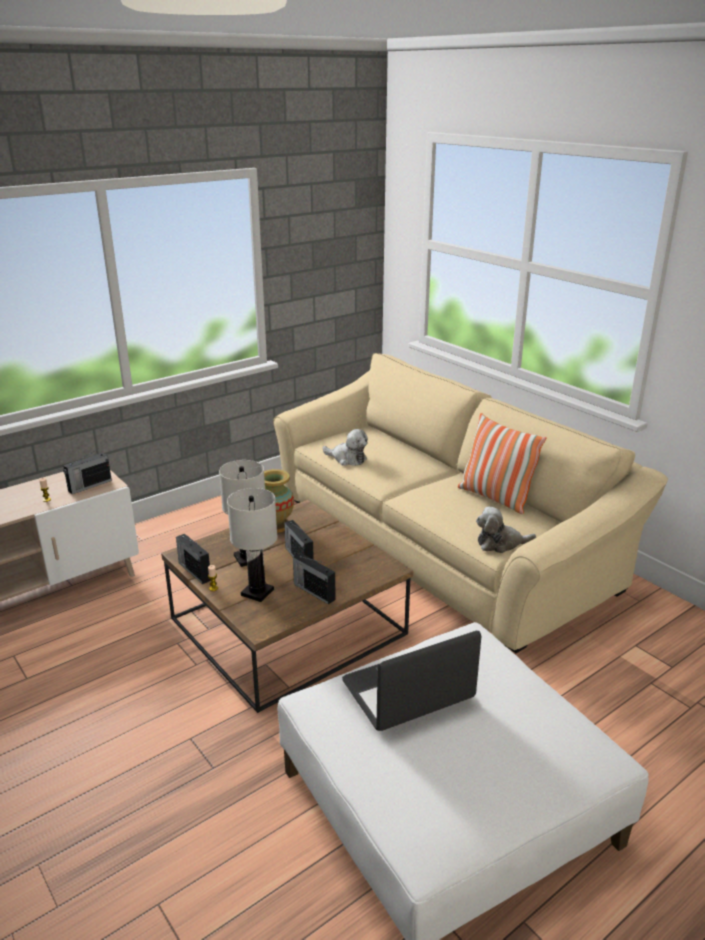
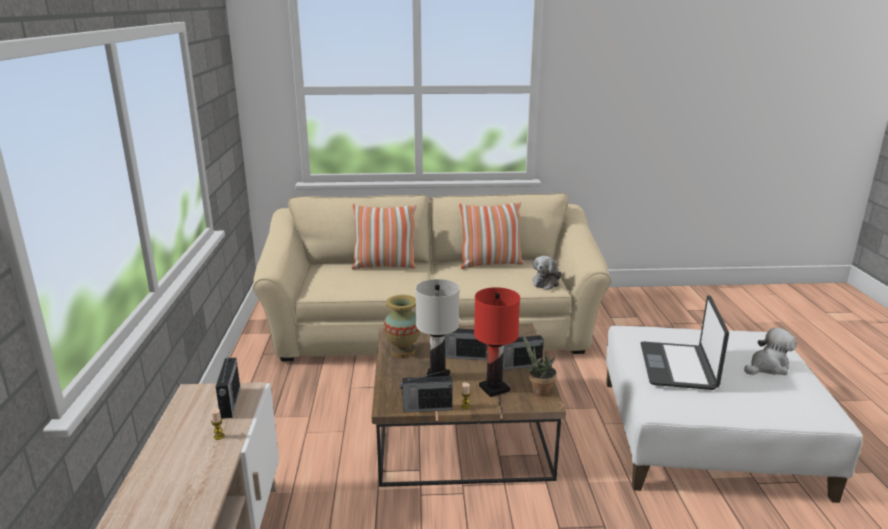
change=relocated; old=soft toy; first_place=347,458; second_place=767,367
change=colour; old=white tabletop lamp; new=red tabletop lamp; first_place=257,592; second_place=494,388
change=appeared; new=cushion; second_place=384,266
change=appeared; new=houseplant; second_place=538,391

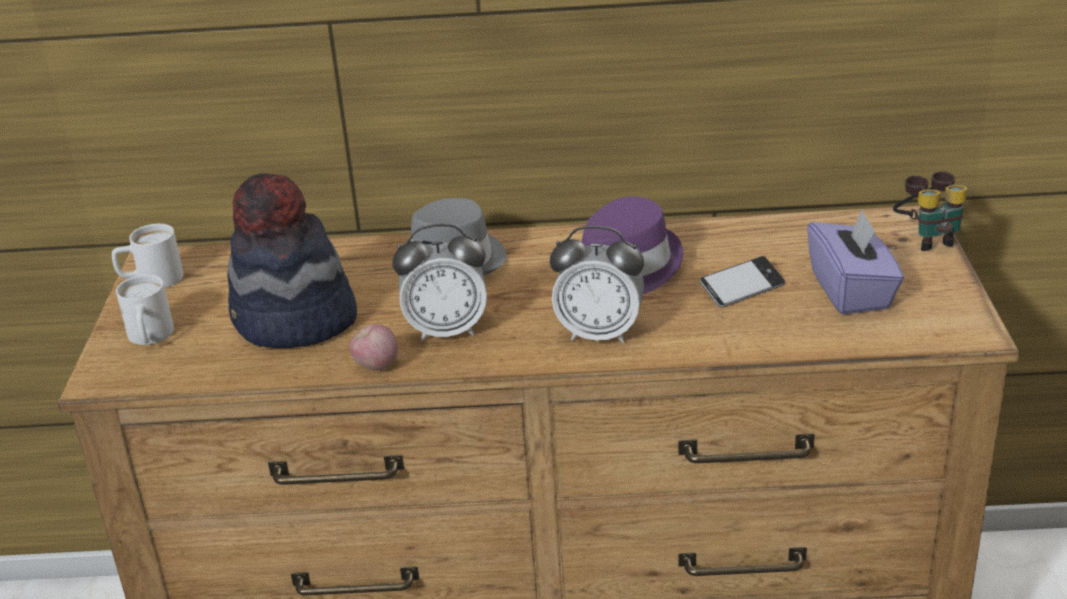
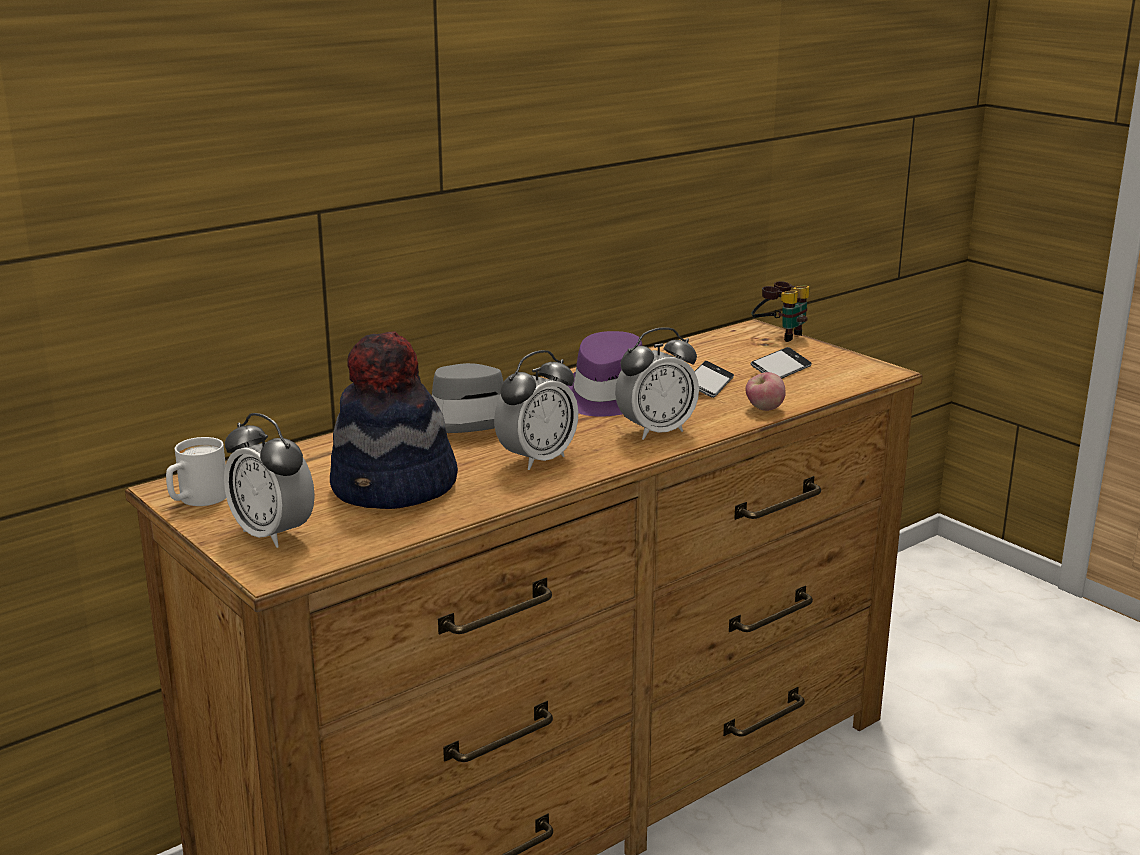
change=exchanged; old=purple tissue holder; new=handset; first_place=851,291; second_place=780,370
change=exchanged; old=white mug; new=bedside clock; first_place=150,338; second_place=273,534
change=relocated; old=apple fruit; first_place=376,366; second_place=764,409

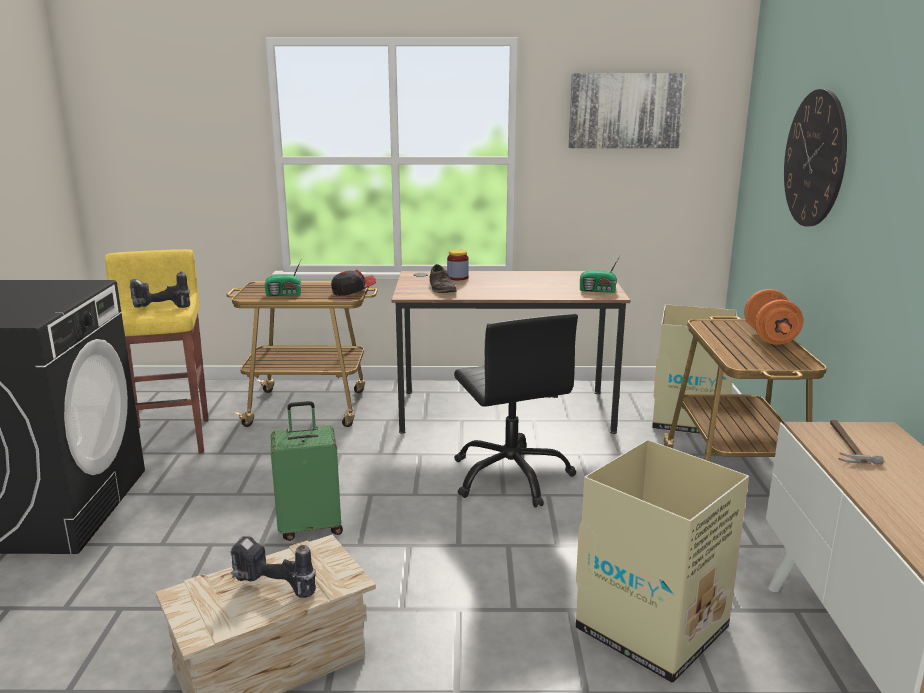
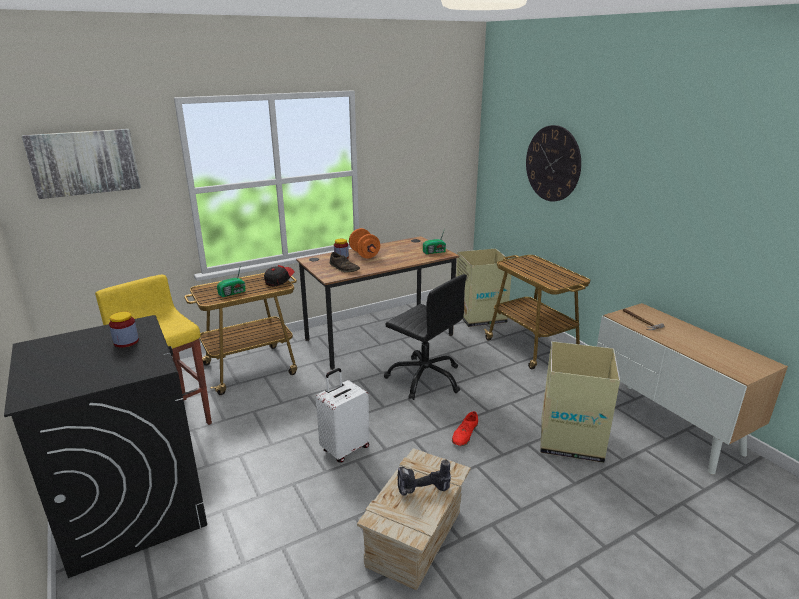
change=relocated; old=wall picture; first_place=625,110; second_place=84,162
change=missing; old=drill; first_place=160,309
change=relocated; old=orangey free weight; first_place=770,337; second_place=364,254
change=colour; old=greenish travel case; new=white travel case; first_place=310,526; second_place=344,448
change=appeared; new=jar; second_place=126,342
change=appeared; new=red low shoe; second_place=465,434

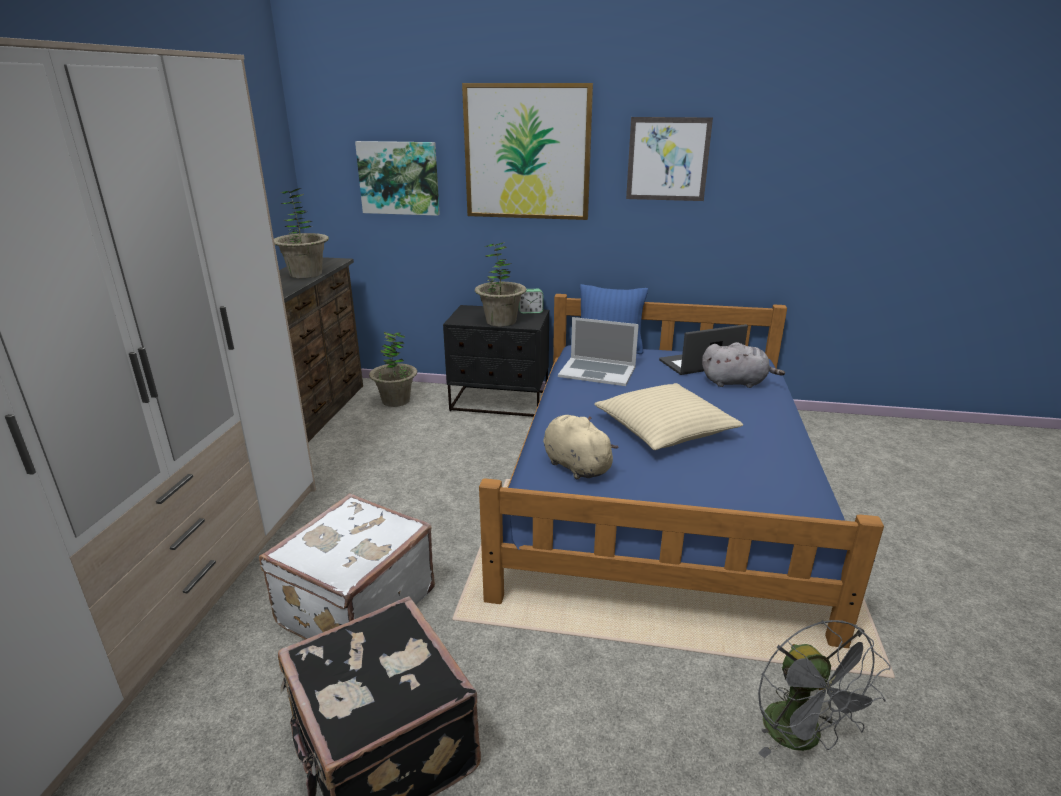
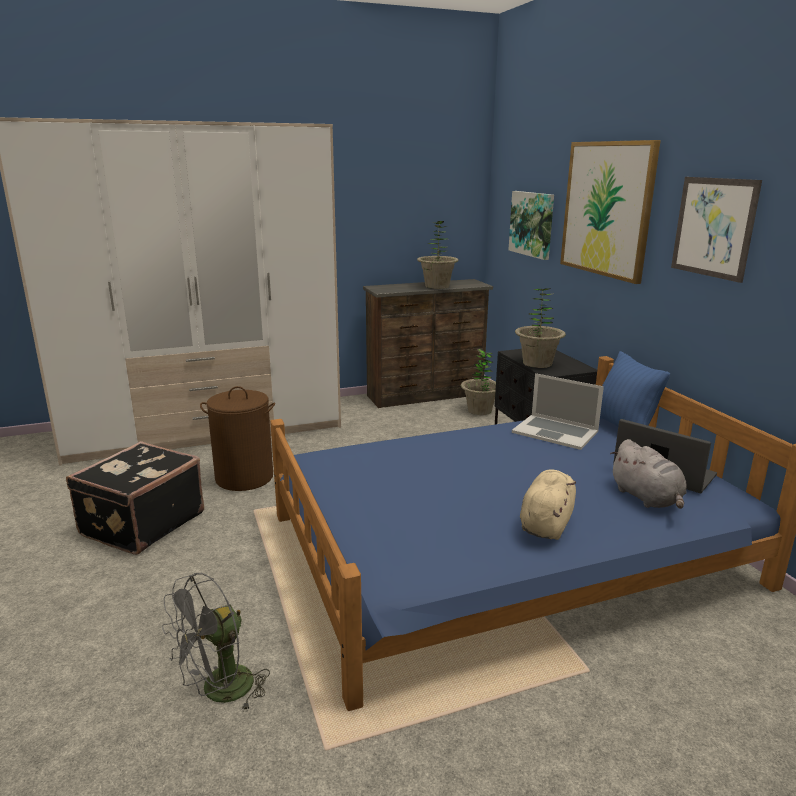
change=missing; old=bedside clock; first_place=530,311
change=spun; old=notebook computer; first_place=597,371; second_place=555,432; degrees=-45
change=missing; old=beige cushion; first_place=665,428
change=relocated; old=beige soft toy; first_place=574,465; second_place=546,523
change=exchanged; old=white travel case; new=brown laundry basket; first_place=354,606; second_place=244,477

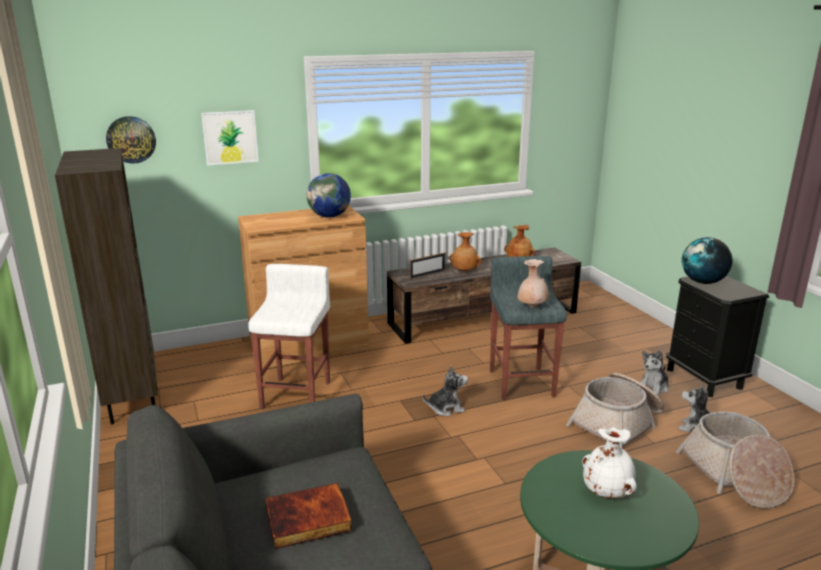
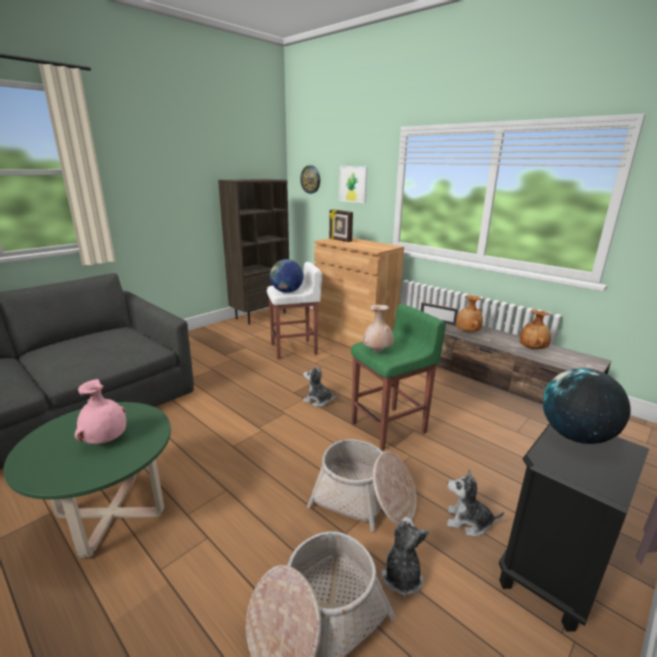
change=relocated; old=world globe; first_place=329,216; second_place=287,292
change=colour; old=gray sitting stool; new=greenish sitting stool; first_place=521,382; second_place=389,427
change=spun; old=soft toy; first_place=446,408; second_place=318,401; degrees=150
change=colour; old=white decorative vase; new=pinkish decorative vase; first_place=607,491; second_place=106,439
change=missing; old=bound book; first_place=308,520
change=appeared; new=photo frame; second_place=340,240

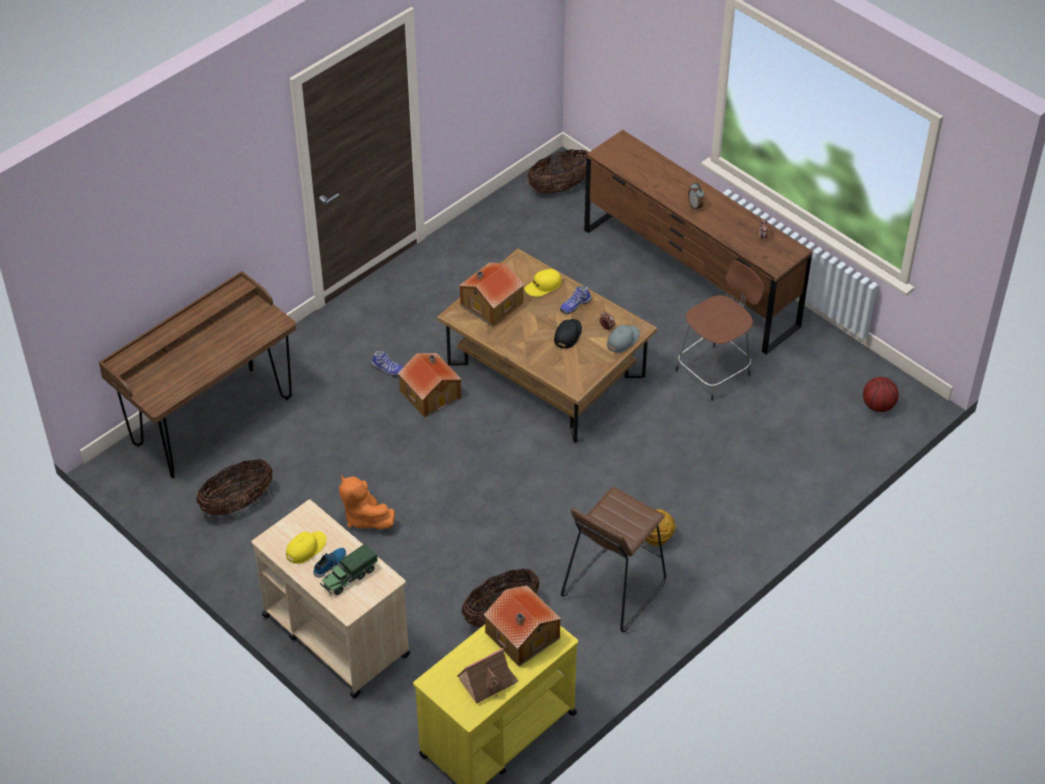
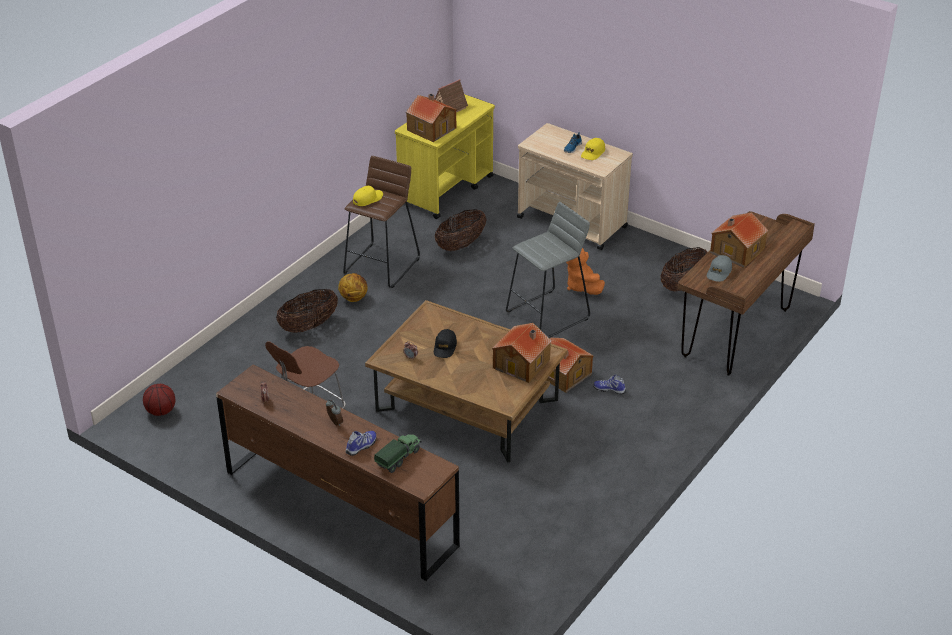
change=relocated; old=household basket; first_place=560,187; second_place=308,326
change=relocated; old=yellow cap; first_place=543,286; second_place=367,199
change=relocated; old=low shoe; first_place=575,305; second_place=362,446
change=relocated; old=gray cap; first_place=623,340; second_place=719,272
change=spun; old=orangey soft toy; first_place=364,517; second_place=582,286; degrees=-150
change=relocated; old=toy lorry; first_place=349,577; second_place=399,458
change=appeared; new=gray sitting stool; second_place=548,315
change=appeared; new=toy house; second_place=736,251

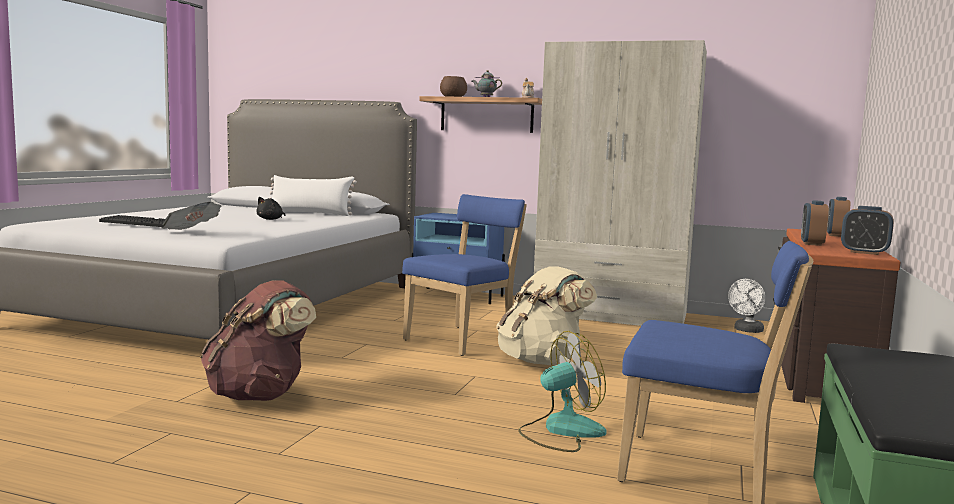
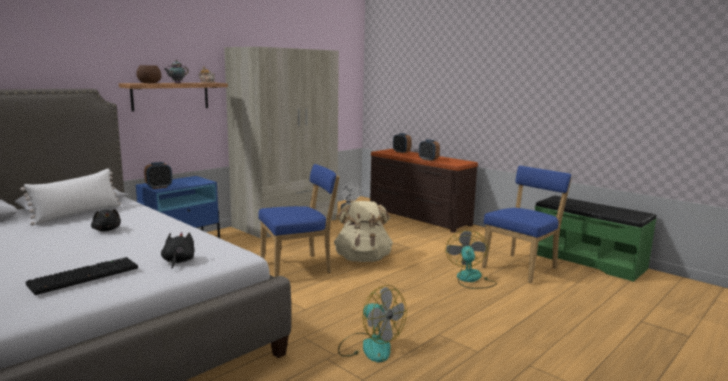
change=spun; old=blue upright chair; first_place=463,339; second_place=299,267; degrees=90
change=exchanged; old=newspaper; new=blackish soft toy; first_place=191,232; second_place=178,262
change=relocated; old=bedside clock; first_place=864,252; second_place=159,187
change=exchanged; old=brown backpack; new=cooling fan; first_place=260,395; second_place=369,346

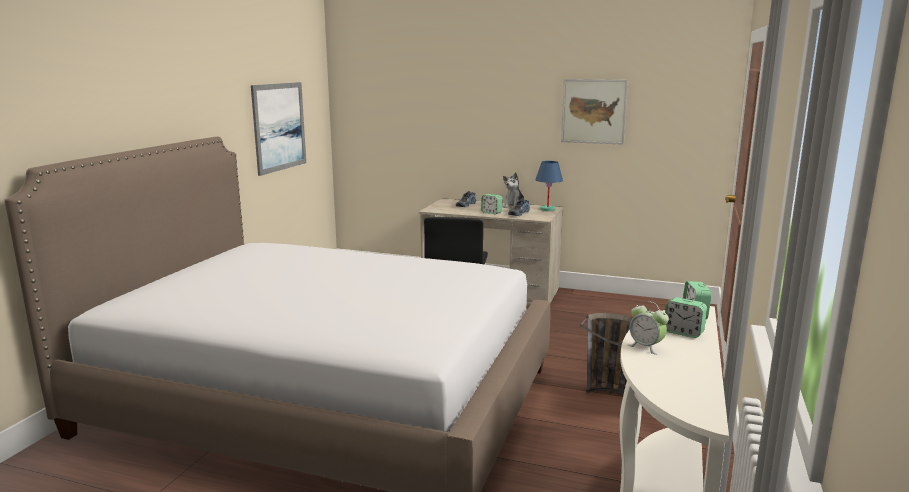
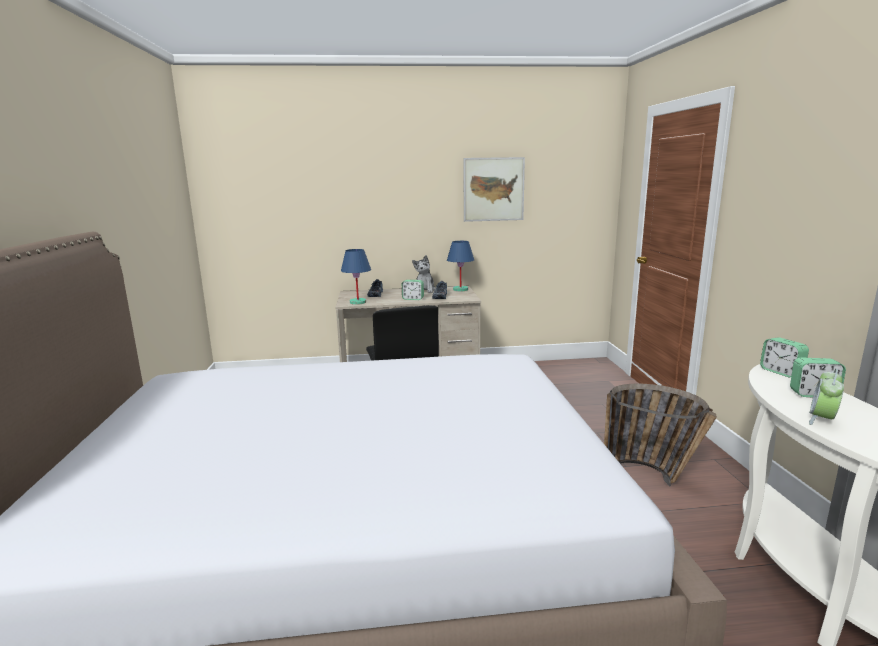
change=missing; old=wall picture; first_place=279,127
change=spun; old=bedside clock; first_place=646,347; second_place=822,420; degrees=105
change=appeared; new=blue tabletop lamp; second_place=358,302

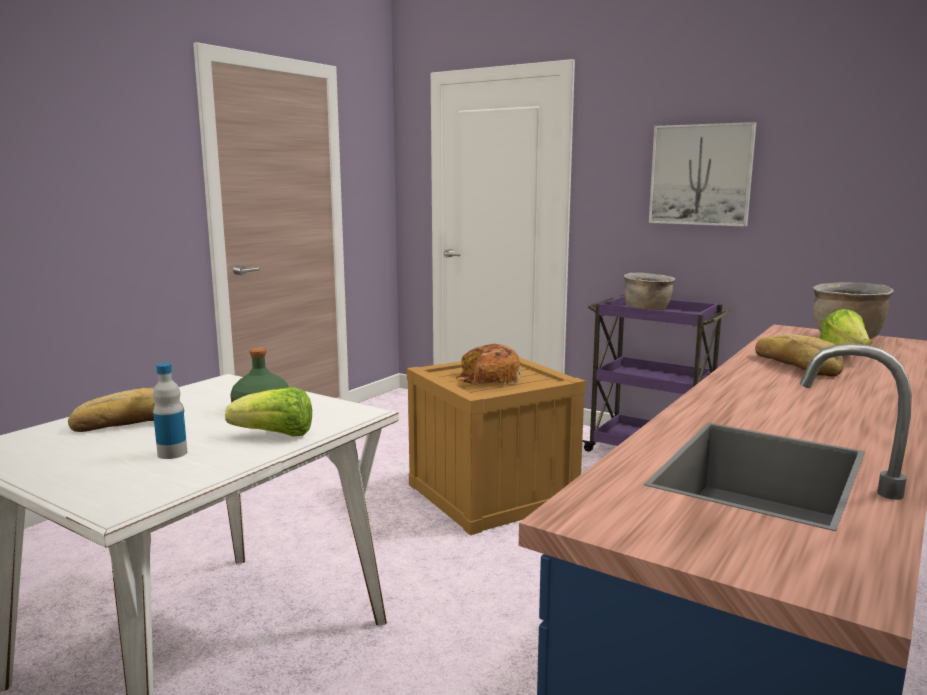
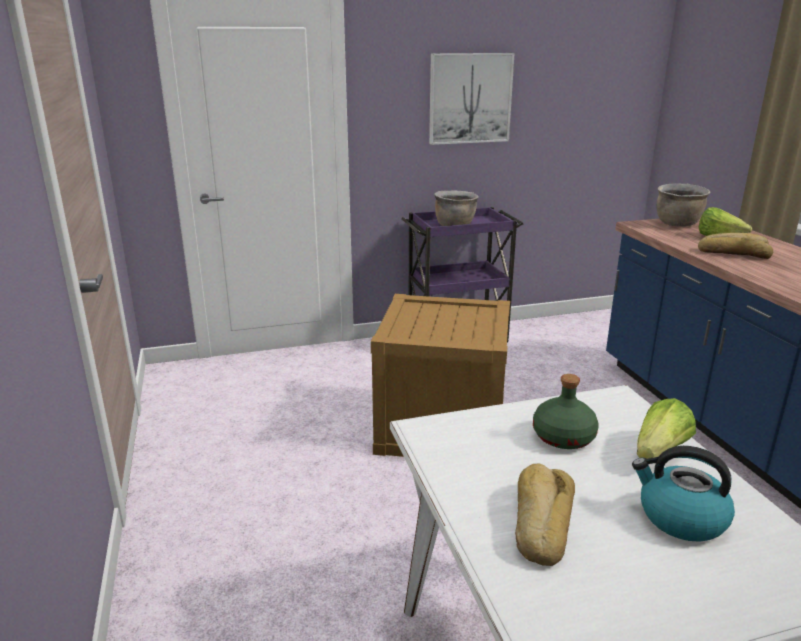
change=missing; old=baked bread; first_place=487,379
change=exchanged; old=bottle; new=water kettle; first_place=172,453; second_place=680,518

